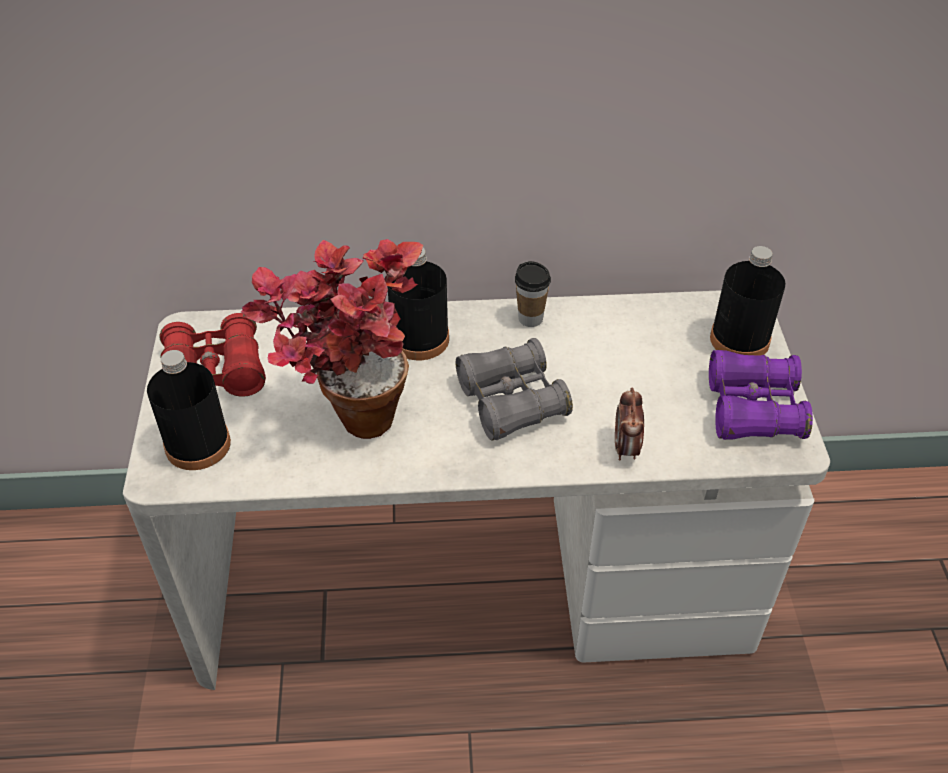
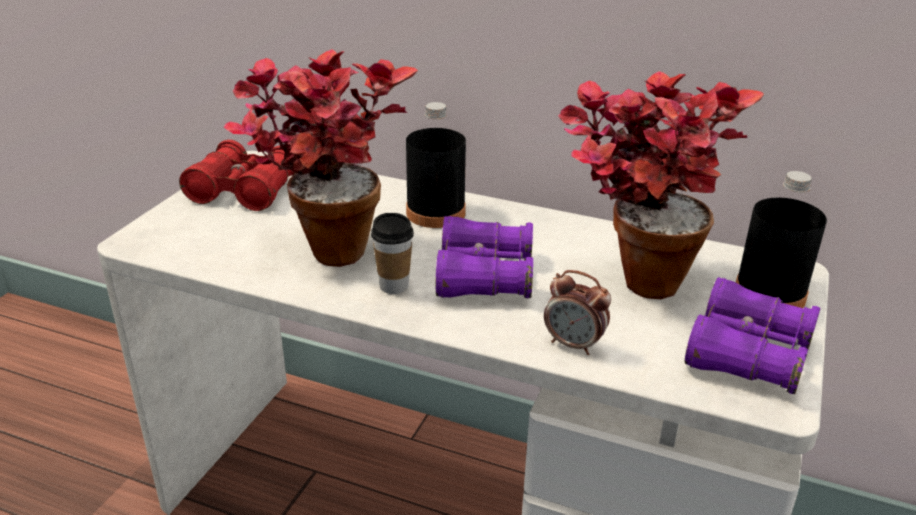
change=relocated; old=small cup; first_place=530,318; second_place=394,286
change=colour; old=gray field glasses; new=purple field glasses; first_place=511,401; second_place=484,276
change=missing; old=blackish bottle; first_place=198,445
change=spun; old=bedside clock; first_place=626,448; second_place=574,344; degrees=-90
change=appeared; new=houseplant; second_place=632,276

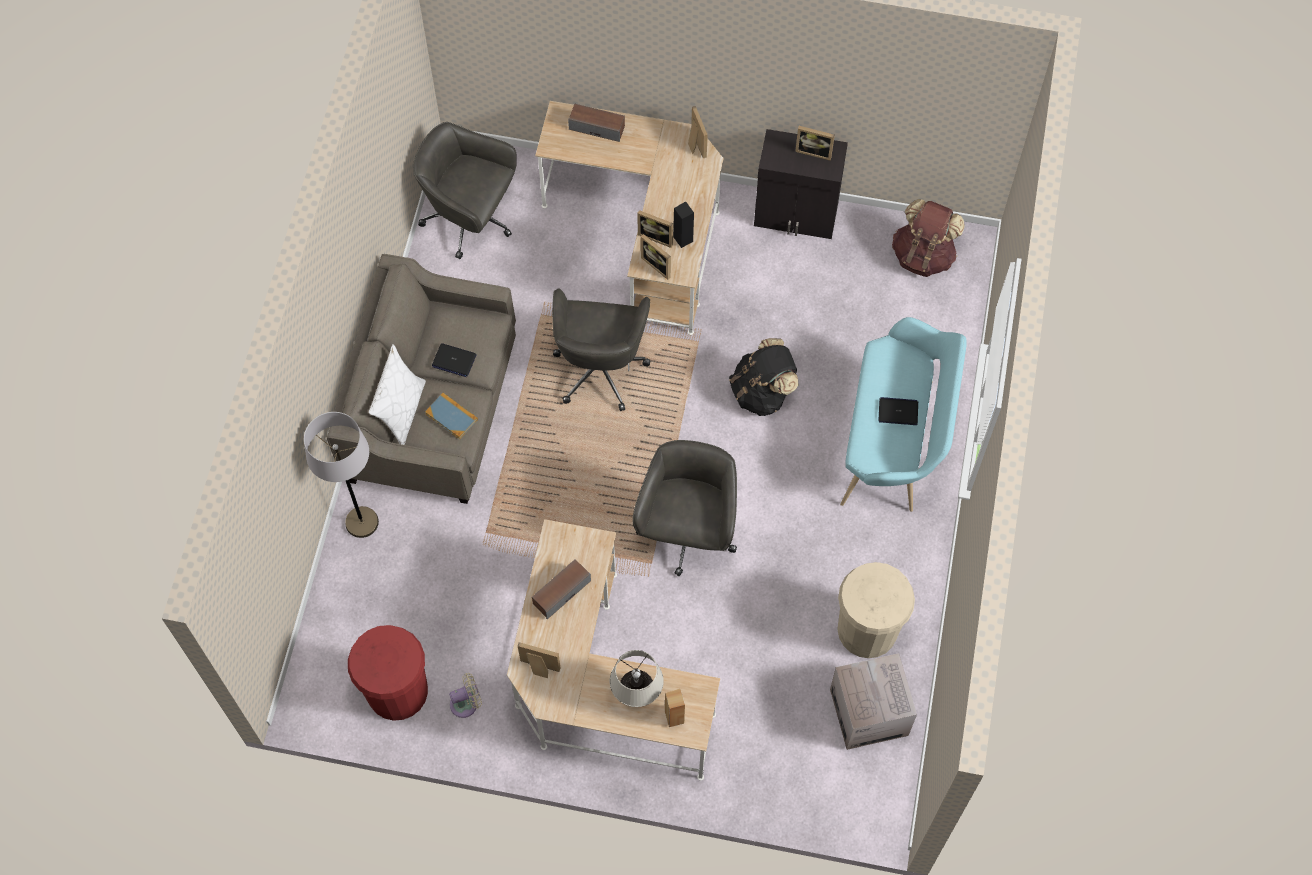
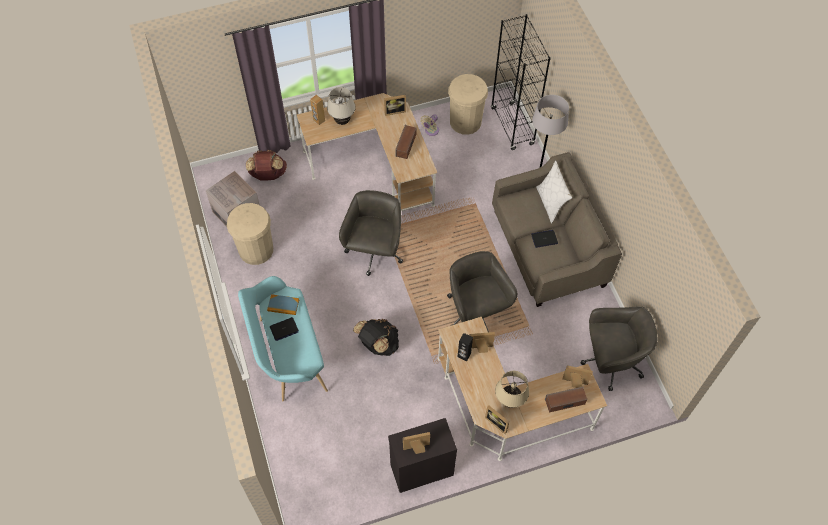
change=relocated; old=brown backpack; first_place=923,255; second_place=268,175
change=relocated; old=photo frame; first_place=658,264; second_place=574,383
change=relocated; old=bound book; first_place=451,417; second_place=283,305
change=spun; old=gray computer chair; first_place=687,532; second_place=374,252; degrees=-150
change=colour; old=red waste bin; new=beige waste bin; first_place=397,691; second_place=465,122
change=appeared; new=blackish bookshelf; second_place=512,126
change=appeared; new=beige tabletop lamp; second_place=509,401

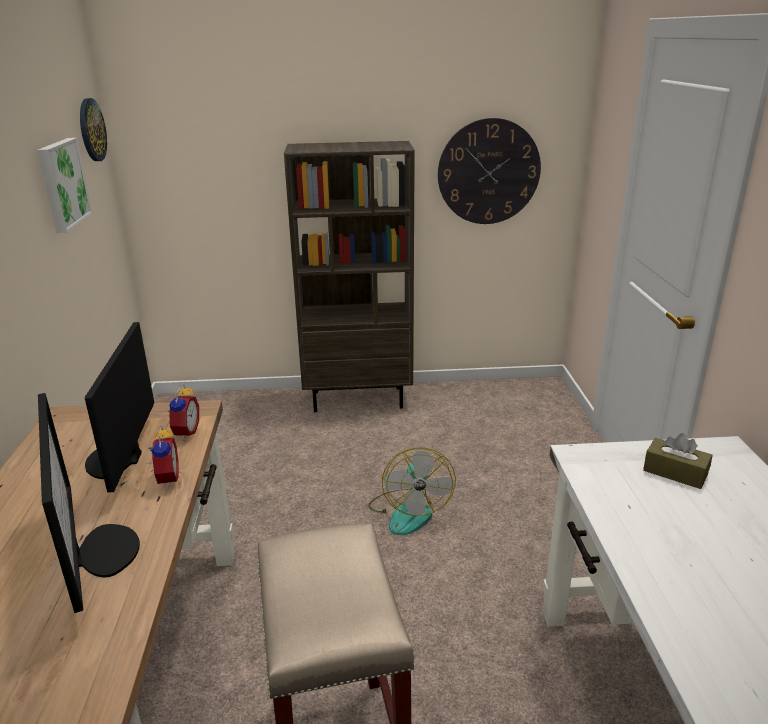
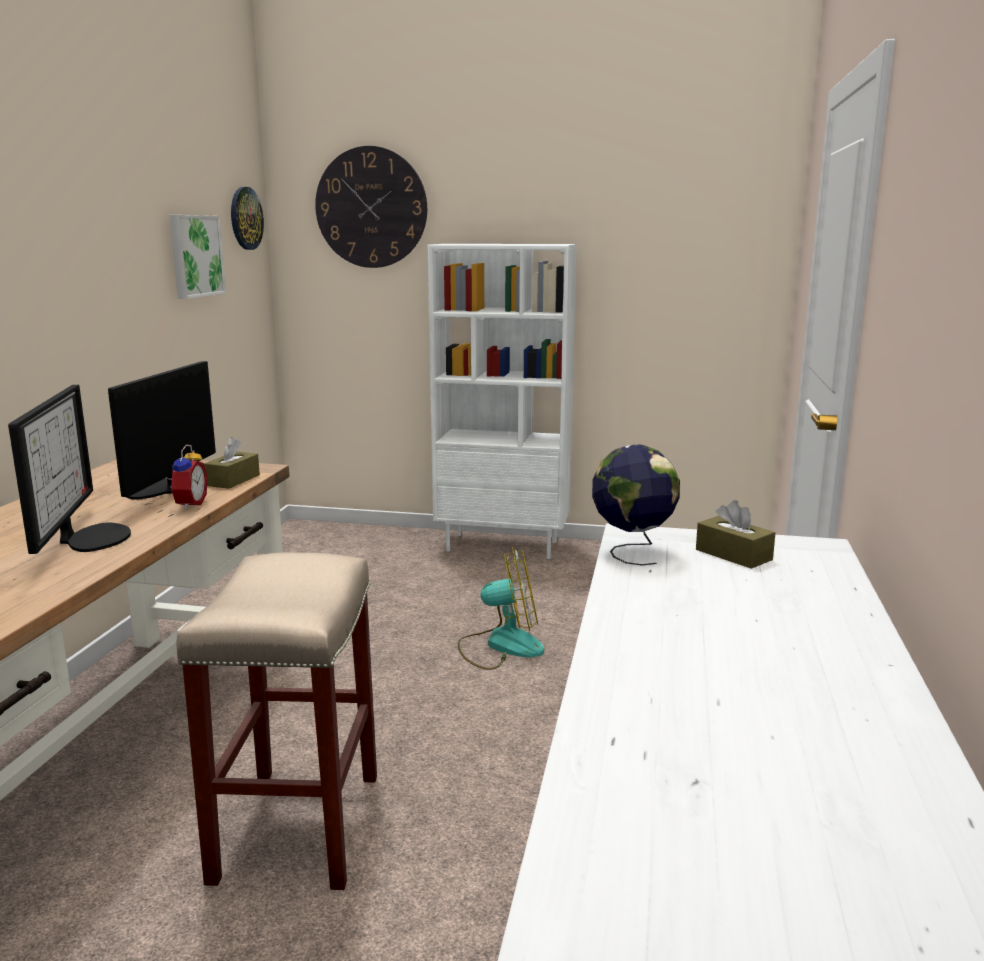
change=relocated; old=clock on the wall; first_place=488,172; second_place=371,208
change=colour; old=brown bookshelf; new=white bookshelf; first_place=358,399; second_place=503,545
change=exchanged; old=bedside clock; new=brown tissue holder; first_place=184,432; second_place=233,480
change=spun; old=cooling fan; first_place=409,511; second_place=501,646; degrees=-105
change=appeared; new=world globe; second_place=632,551

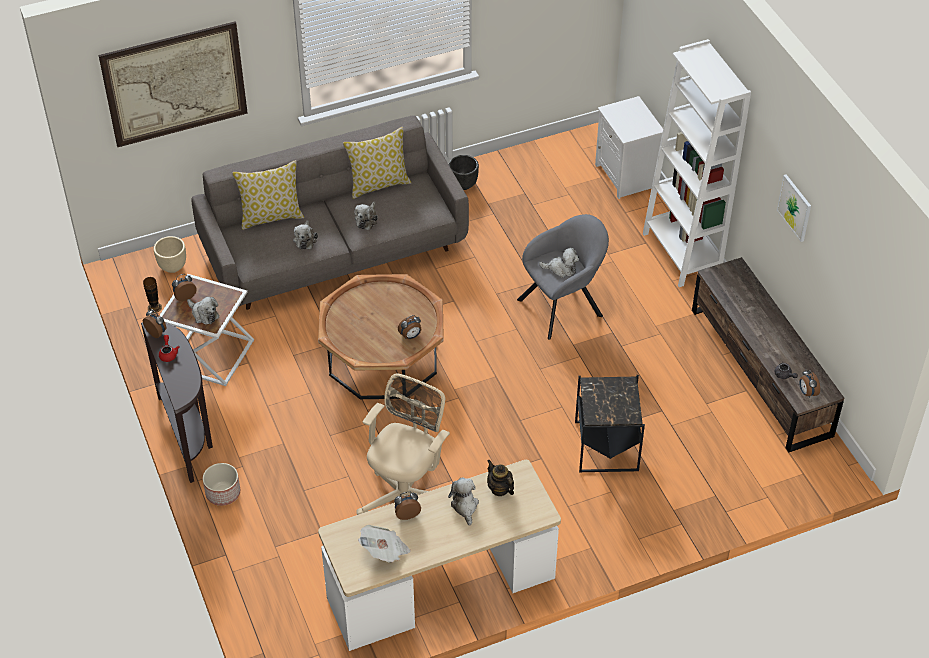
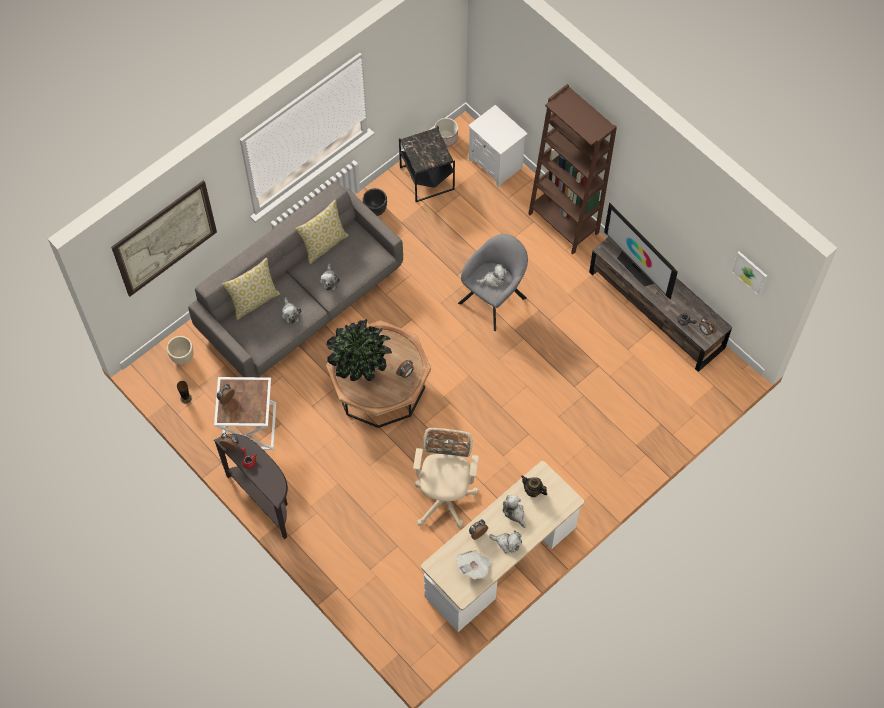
change=colour; old=white bookshelf; new=brown bookshelf; first_place=681,253; second_place=563,223
change=relocated; old=wall picture; first_place=795,207; second_place=749,272
change=relocated; old=soft toy; first_place=204,314; second_place=507,543
change=relocated; old=blackish end table; first_place=607,446; second_place=427,178
change=relocated; old=plant pot; first_place=223,493; second_place=446,138
change=appeared; new=TV; second_place=637,267
change=appeared; new=houseplant; second_place=361,364

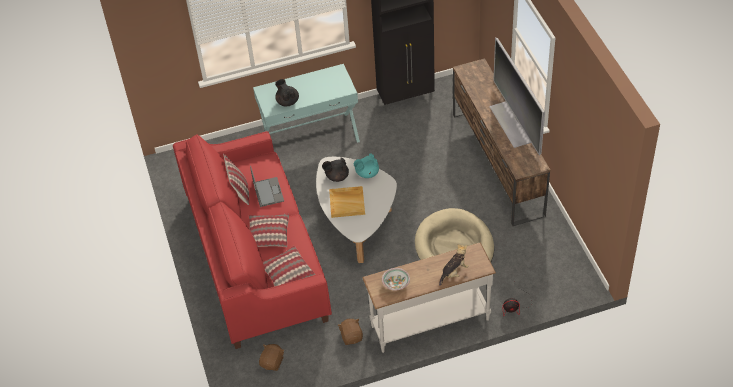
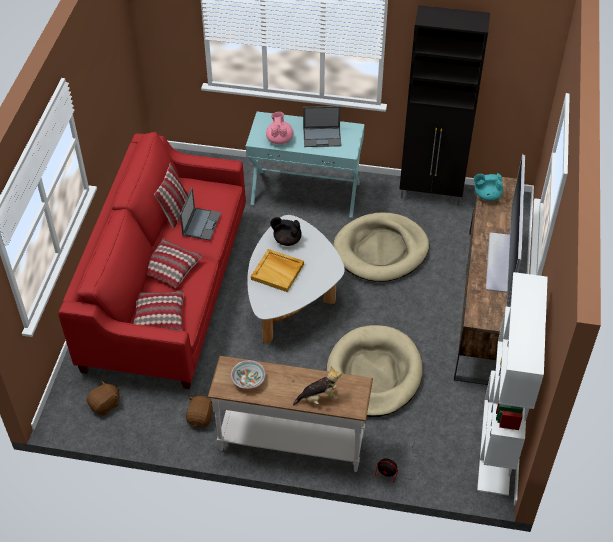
change=colour; old=blackish pot for tea; new=pinkish pot for tea; first_place=287,101; second_place=279,139
change=relocated; old=turquoise pot for tea; first_place=366,173; second_place=486,195
change=appeared; new=notebook computer; second_place=322,137
change=appeared; new=beige dog bed; second_place=381,250
change=appeared; new=white bookshelf; second_place=496,446

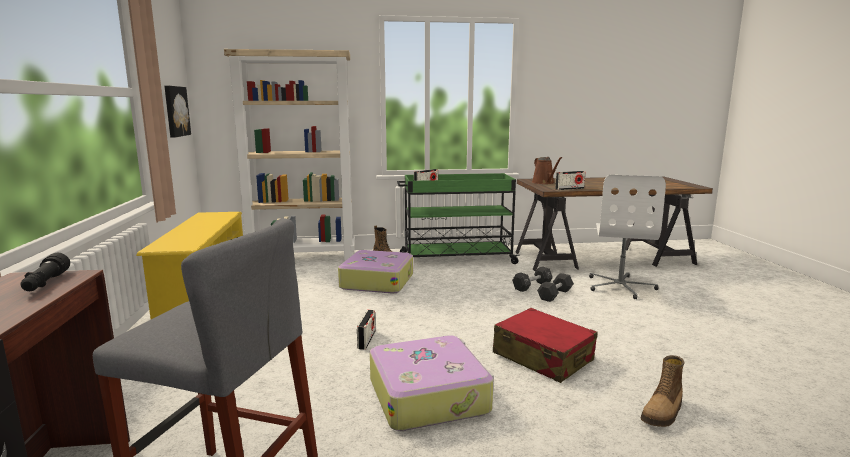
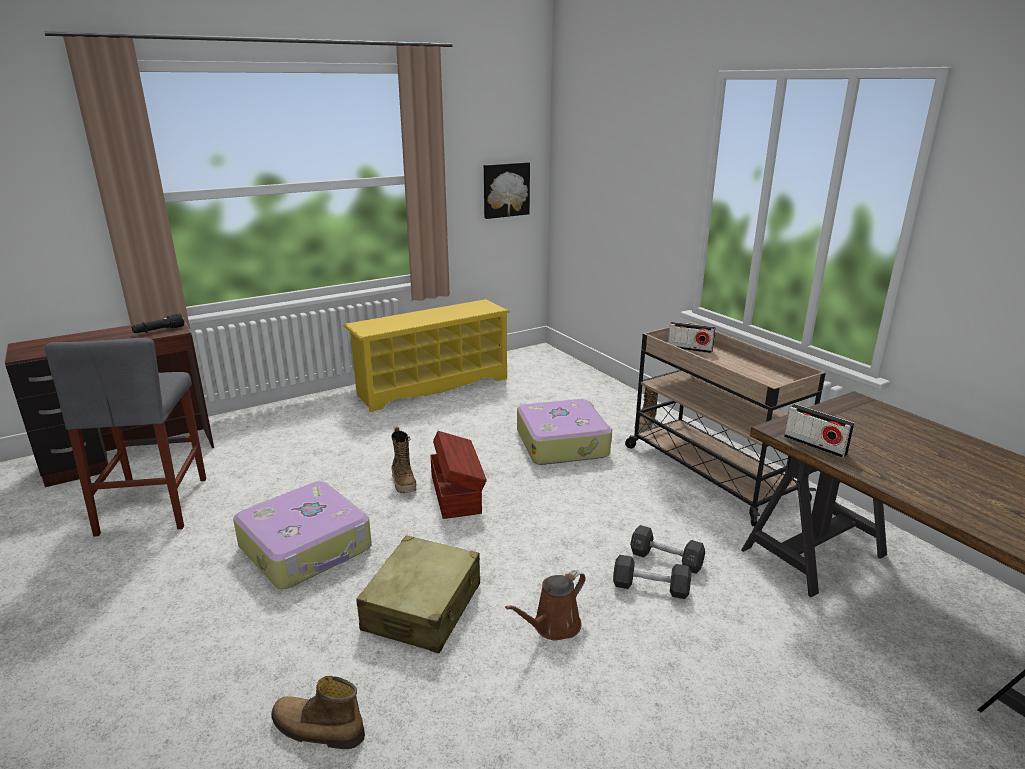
change=missing; old=beige bookshelf; first_place=303,258
change=relocated; old=brown watering pot; first_place=544,182; second_place=553,626
change=colour; old=greenish wheeled cart; new=beige wheeled cart; first_place=455,259; second_place=709,472
change=missing; old=white computer chair; first_place=620,286
change=colour; old=red travel case; new=beige travel case; first_place=542,357; second_place=423,607
change=exchanged; old=radio; new=high-top boot; first_place=366,340; second_place=404,483
change=appeared; new=brown storage container; second_place=456,493

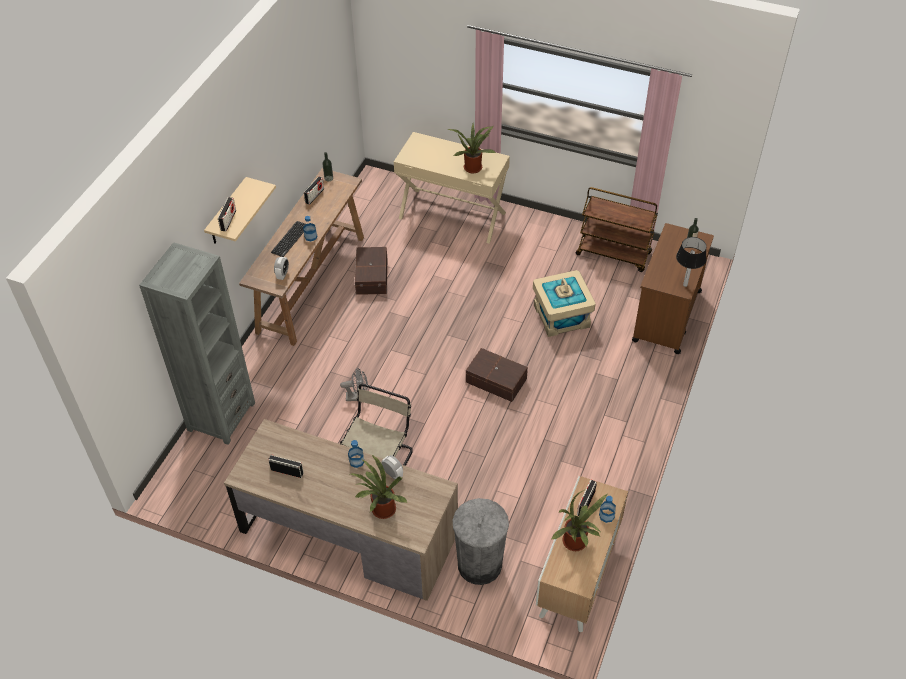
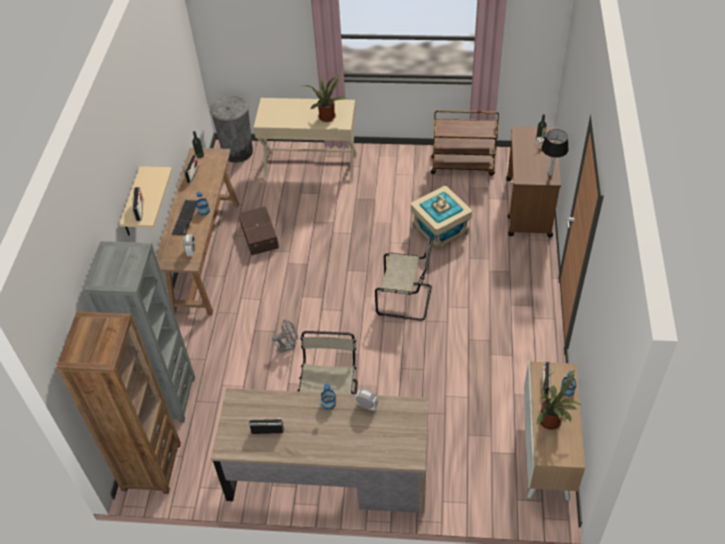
change=exchanged; old=brown storage container; new=beige upright chair; first_place=496,381; second_place=406,300
change=missing; old=houseplant; first_place=381,511
change=relocated; old=gray waste bin; first_place=479,564; second_place=237,152
change=appeared; new=brown bookshelf; second_place=151,466

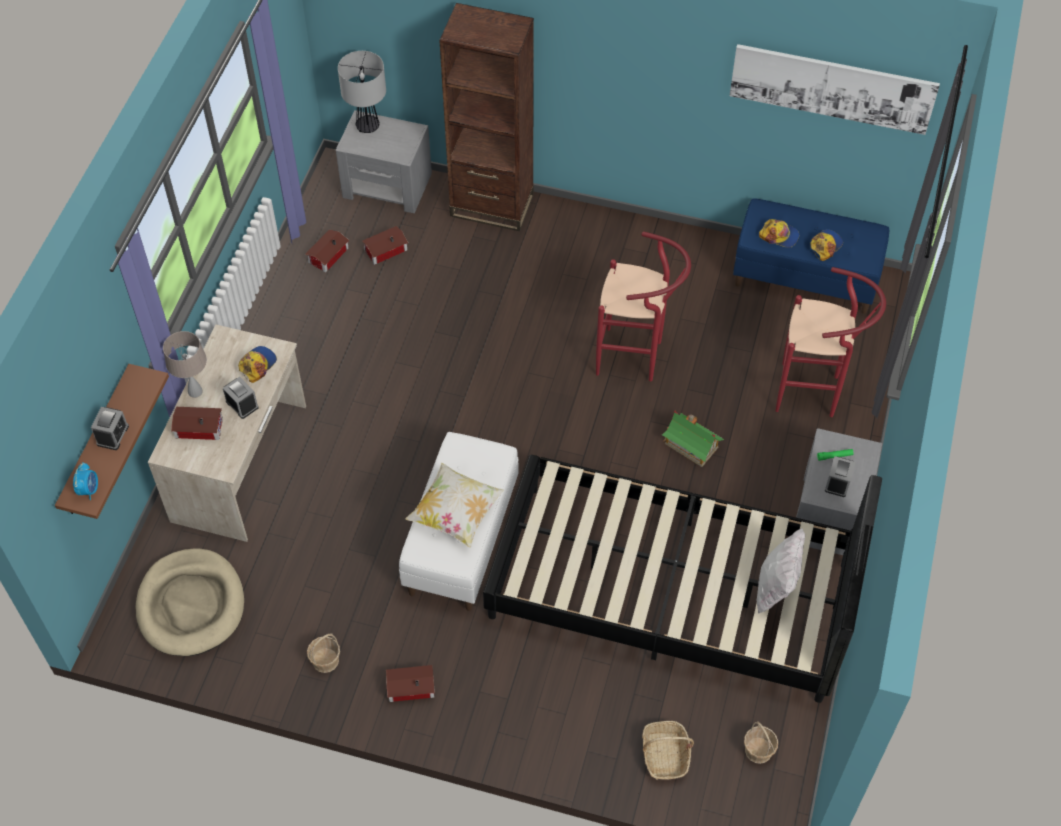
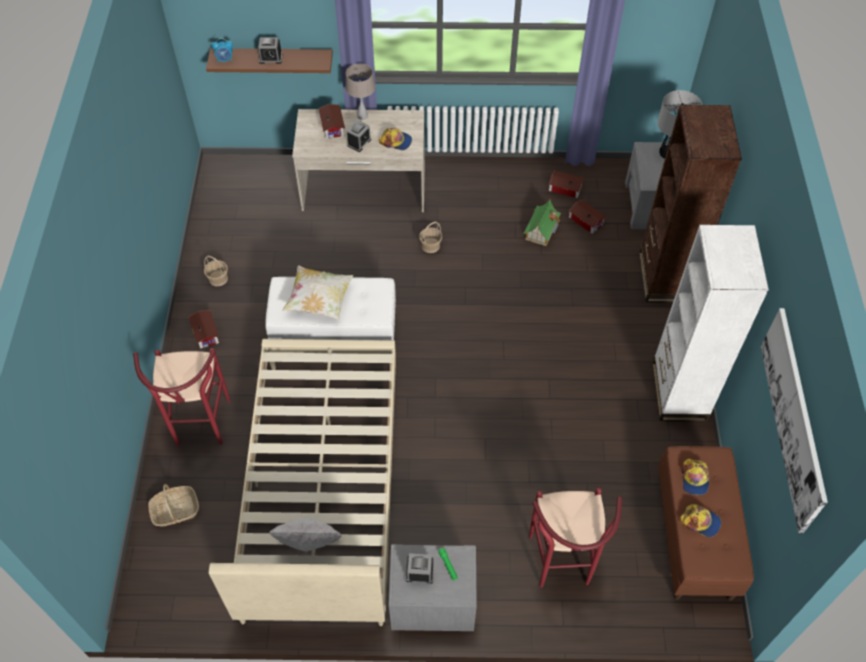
change=colour; old=blue long seat; new=brown long seat; first_place=805,277; second_place=695,537
change=relocated; old=red sitting stool; first_place=636,358; second_place=201,428
change=relocated; old=toy house; first_place=691,445; second_place=541,230
change=colour; old=blackish bedroom bed; new=beige bedroom bed; first_place=671,592; second_place=322,487
change=missing; old=beige dog bed; first_place=191,605
change=relocated; old=household basket; first_place=758,750; second_place=430,245
change=appeared; new=white bookshelf; second_place=679,391

